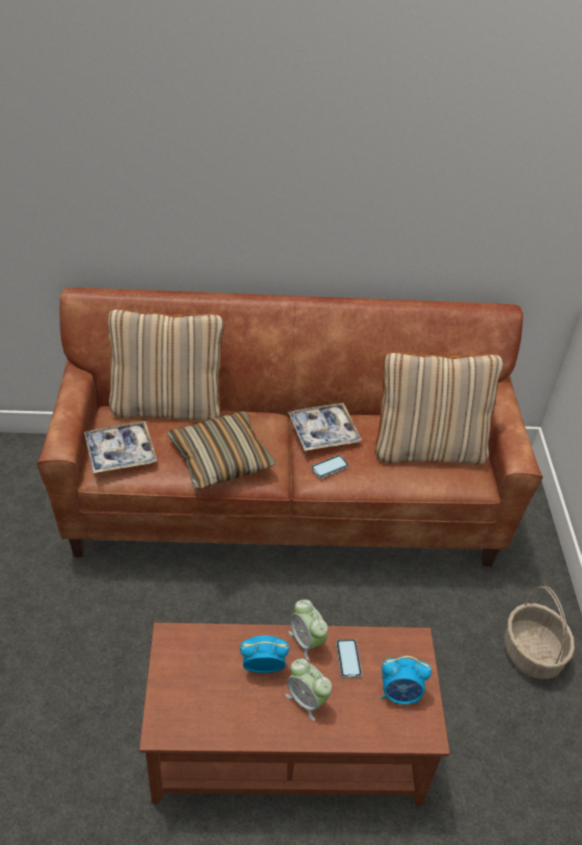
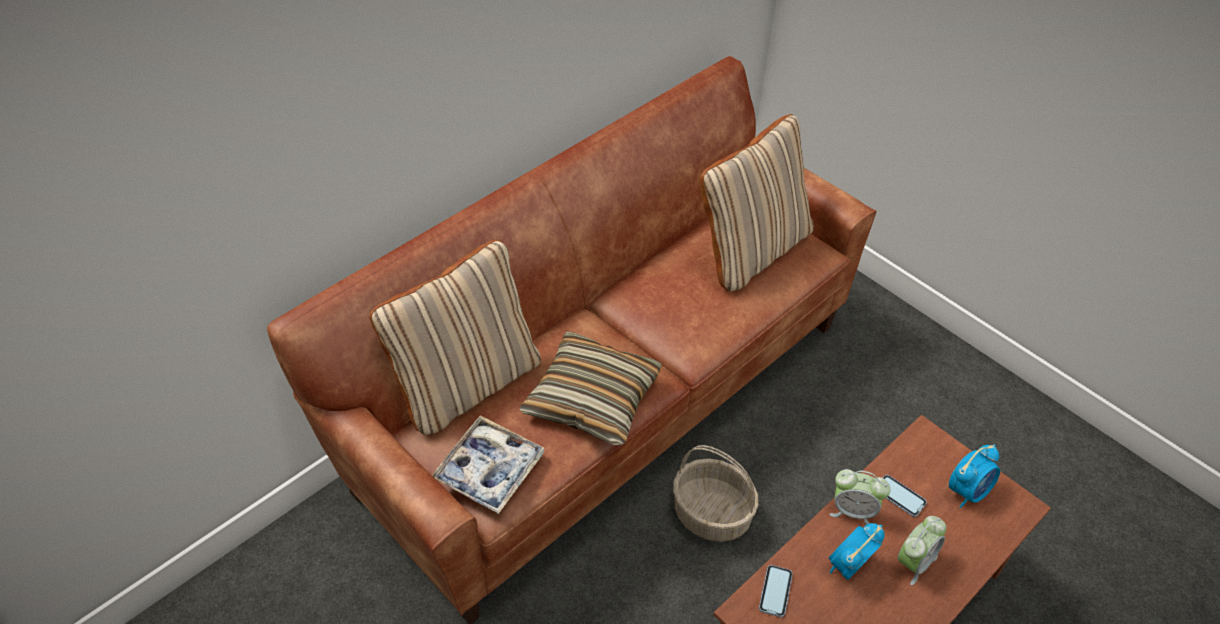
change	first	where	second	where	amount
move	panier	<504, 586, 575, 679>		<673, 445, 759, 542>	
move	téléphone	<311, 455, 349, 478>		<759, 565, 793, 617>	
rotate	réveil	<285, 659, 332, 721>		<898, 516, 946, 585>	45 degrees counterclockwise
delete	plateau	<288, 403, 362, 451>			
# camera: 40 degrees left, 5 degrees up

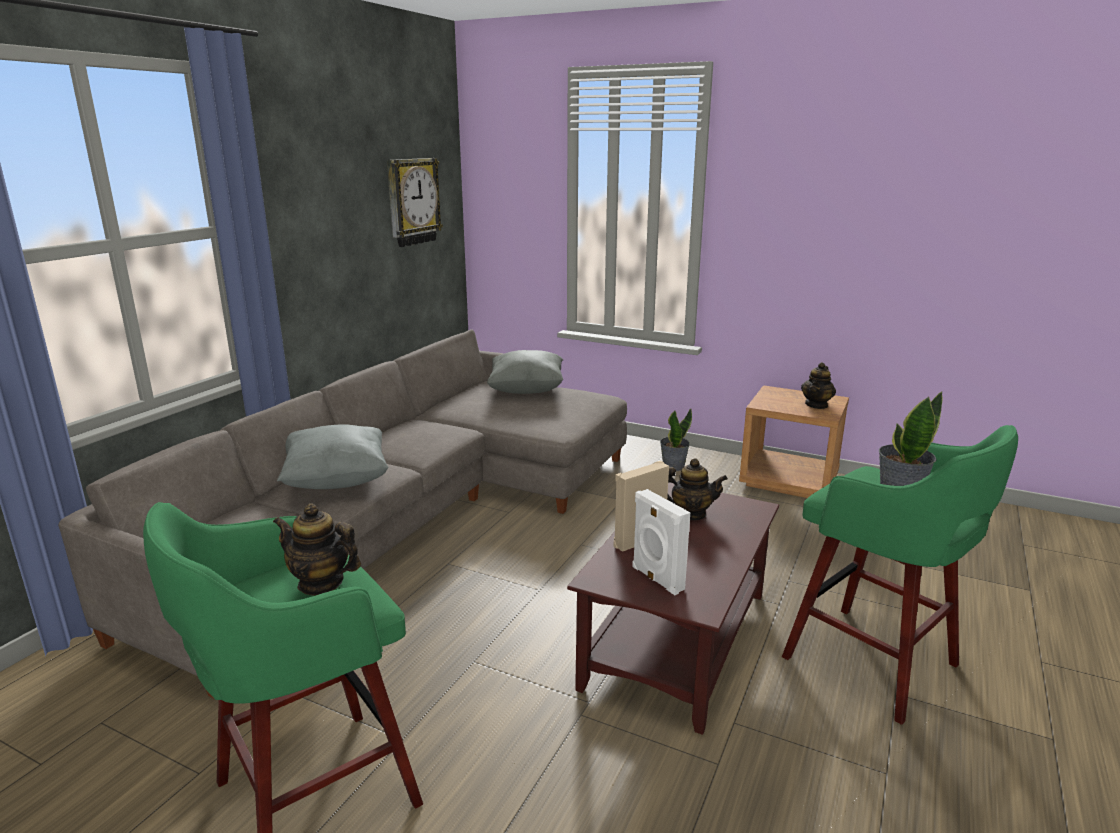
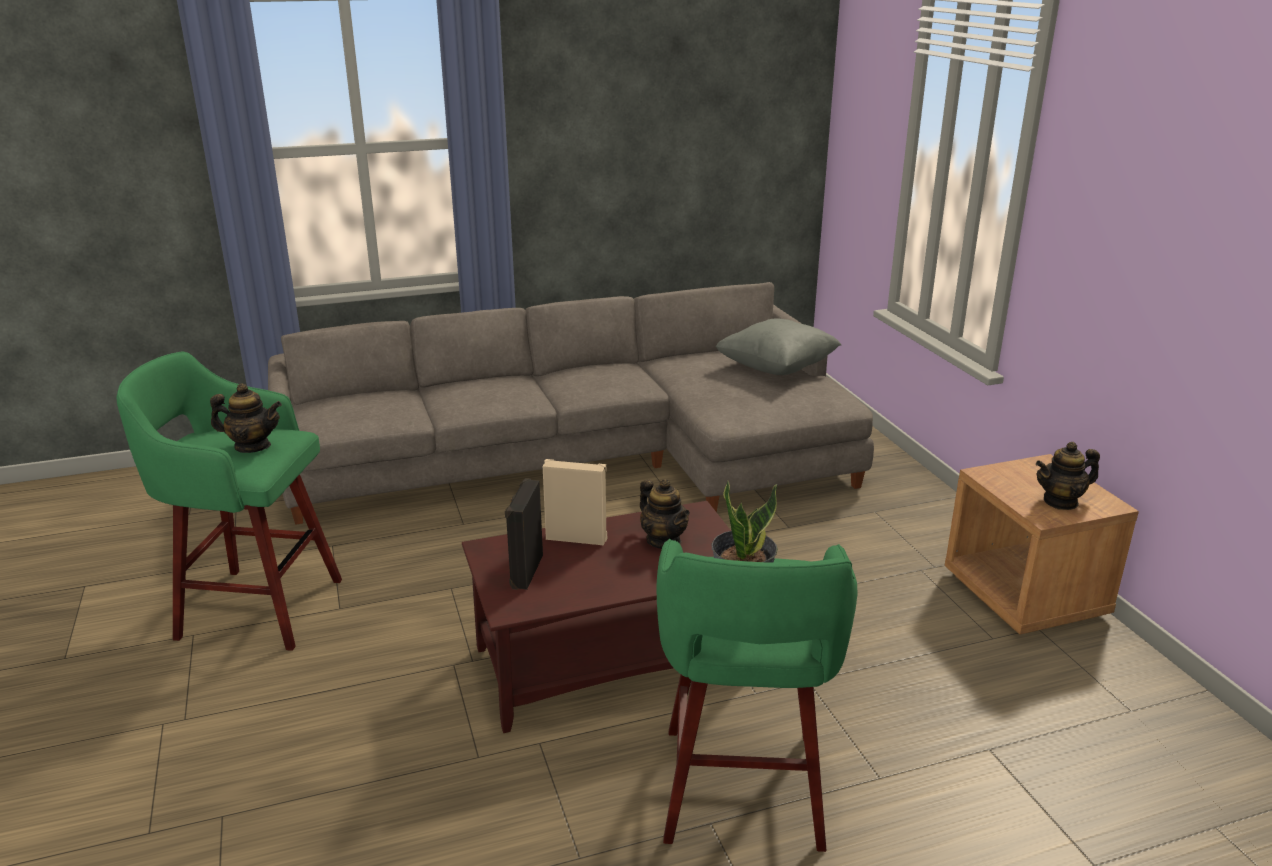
change	first	where	second	where	amount
rotate	théière	<273, 503, 361, 596>		<210, 383, 282, 453>	120 degrees clockwise
recolor	enceinte/blanc	<632, 489, 690, 595>	enceinte/noir	<505, 478, 543, 590>	
delete	coussin/gris	<277, 424, 389, 489>			
delete	horloge murale	<387, 158, 443, 247>			
delete	plante en pot	<660, 408, 692, 471>			
# camera: 45 degrees right, 5 degrees up

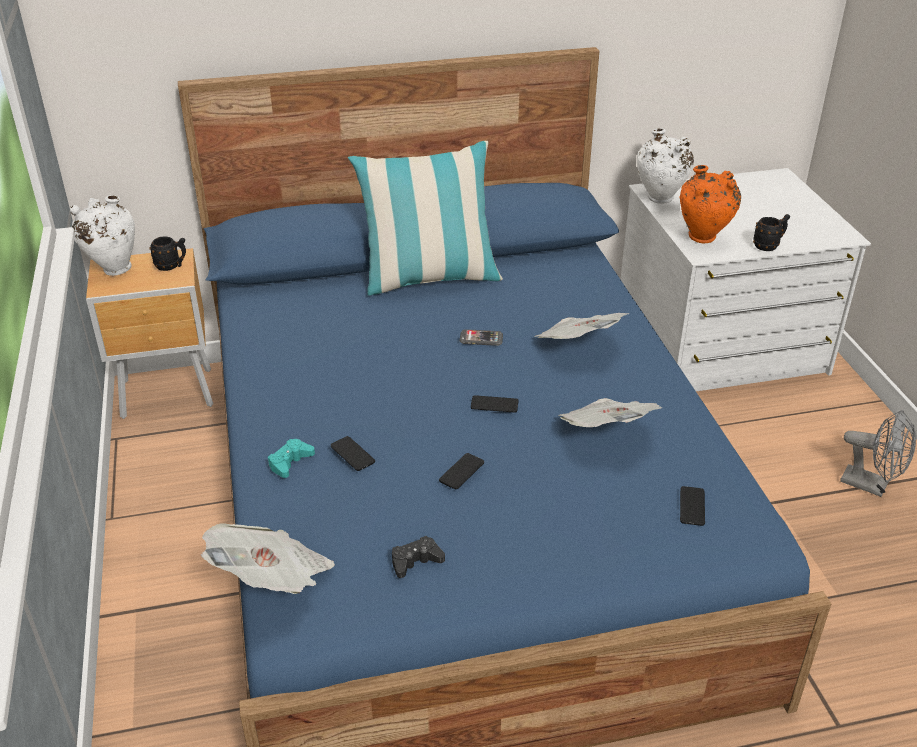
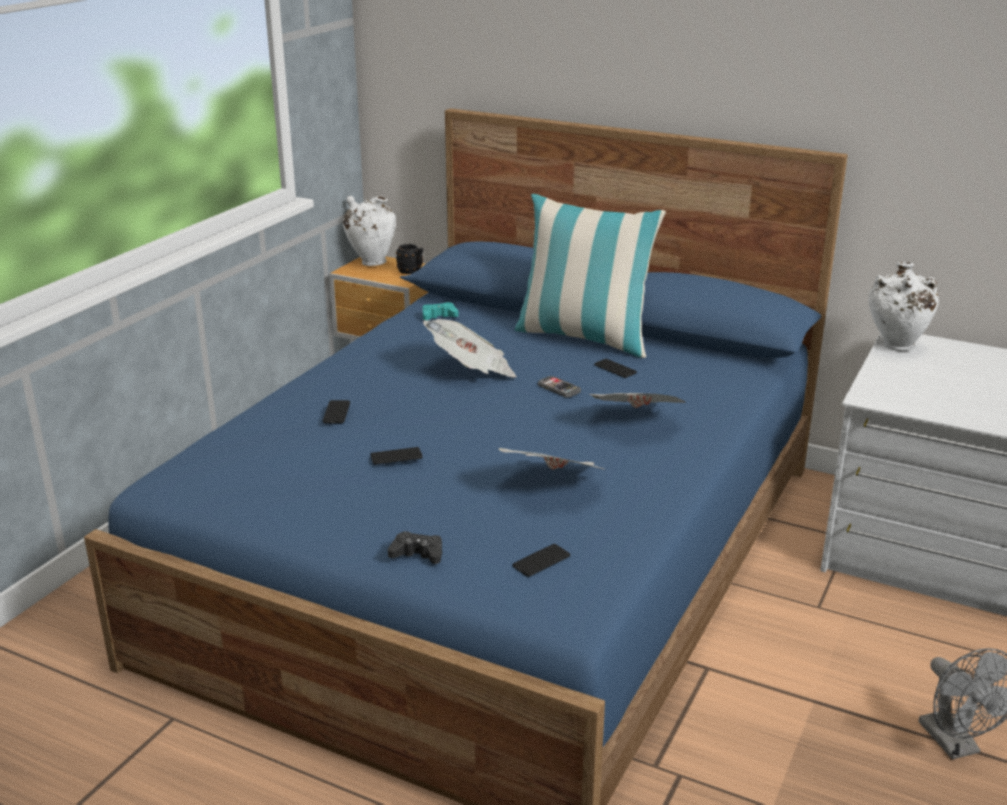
change	first	where	second	where	amount
move	manette/noir	<392, 536, 445, 578>		<388, 531, 442, 564>	
move	manette/turquoise	<268, 439, 315, 478>		<423, 302, 459, 320>	
move	journal	<201, 523, 335, 594>		<423, 319, 517, 377>	
move	téléphone	<471, 395, 518, 413>		<594, 359, 637, 378>	
delete	vase/orange	<679, 165, 741, 243>			
delete	mug/noir	<753, 214, 790, 251>			
# camera: 40 degrees right, 10 degrees down

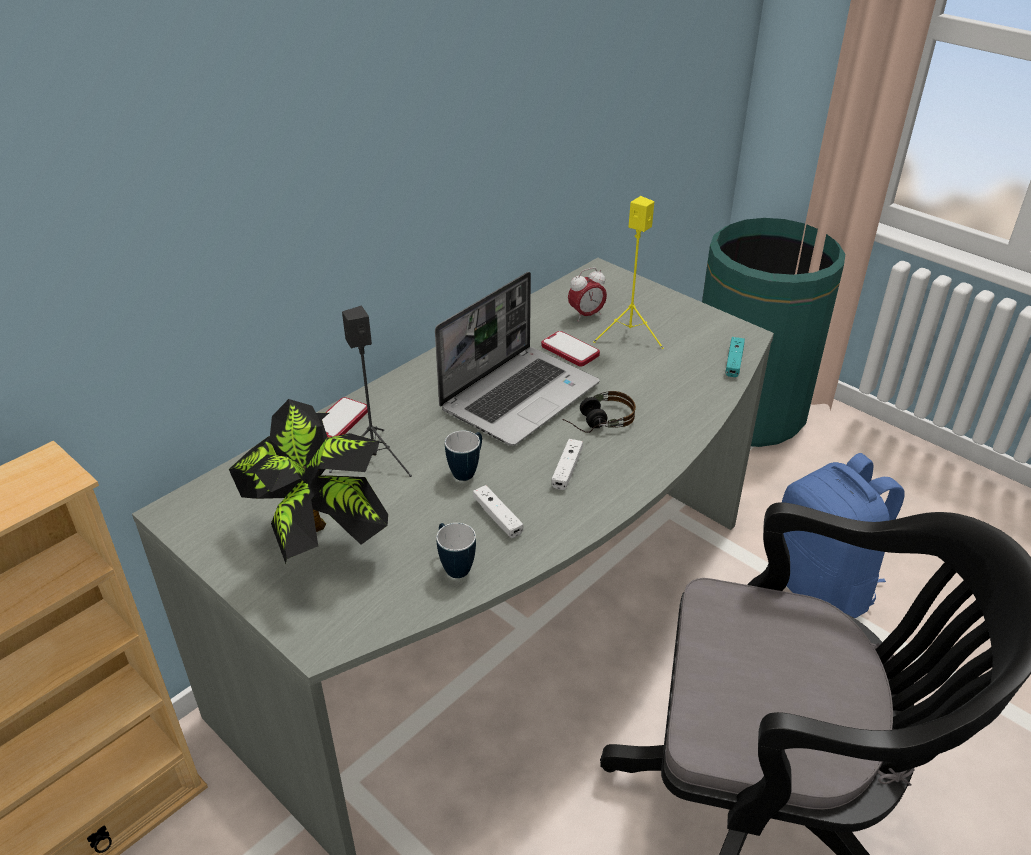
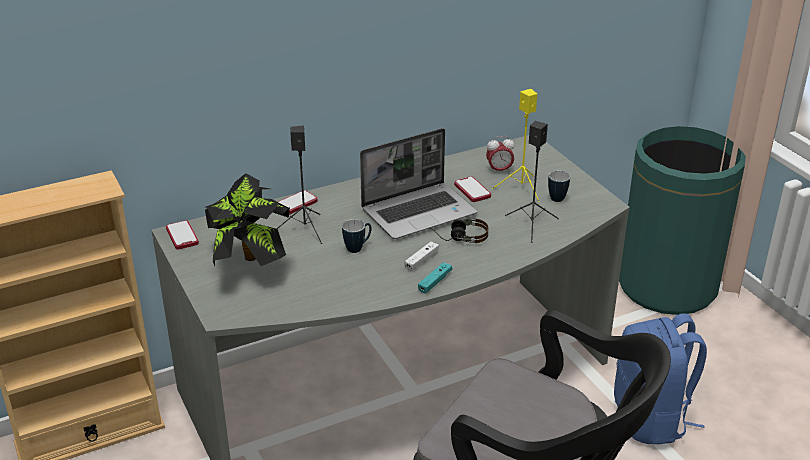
change	first	where	second	where	amount
insert			téléphone	<166, 220, 199, 249>	
move	manette/turquoise	<726, 337, 745, 377>		<418, 262, 452, 294>	
insert			enceinte/noir	<505, 121, 559, 243>	
move	mug	<436, 523, 476, 578>		<548, 171, 570, 202>	
delete	manette/blanc	<473, 485, 523, 538>			
# camera: 20 degrees right, 5 degrees down

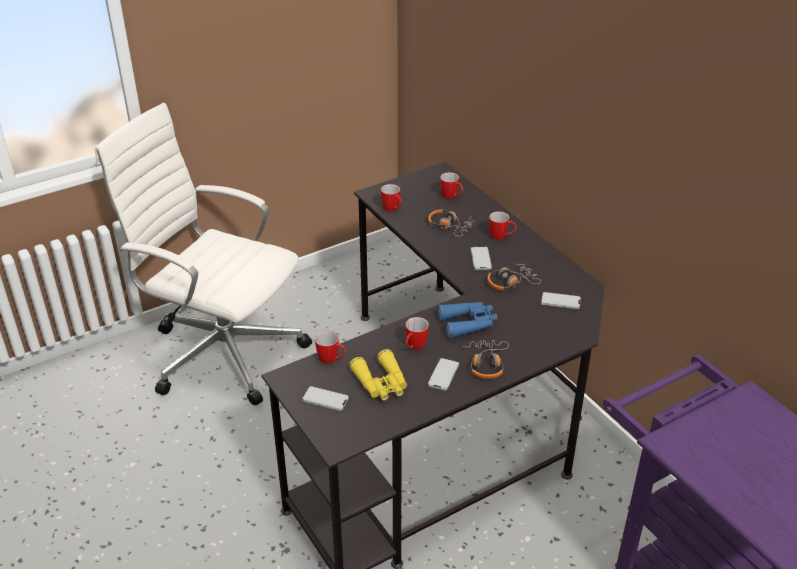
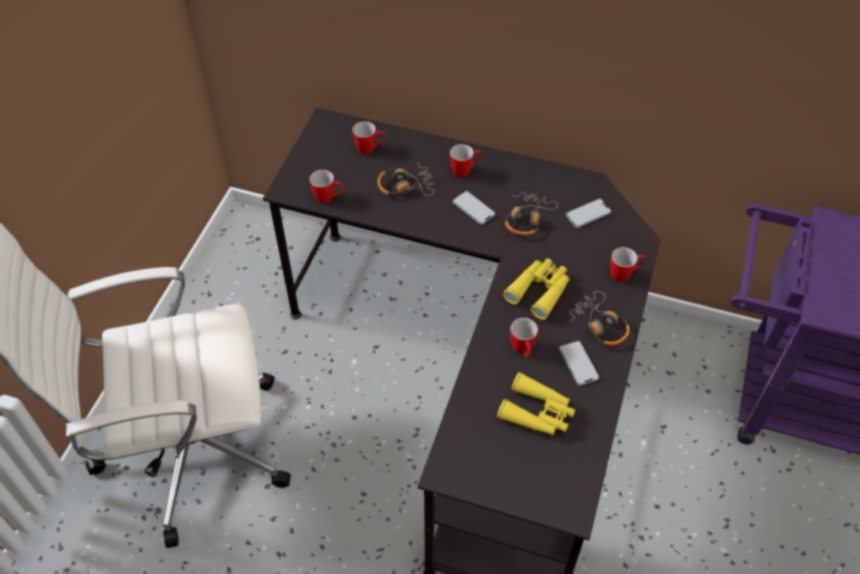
change	first	where	second	where	amount
recolor	jumelles/bleu	<437, 302, 498, 339>	jumelles/jaune	<503, 258, 570, 320>	
move	mug	<315, 331, 346, 364>		<610, 247, 646, 282>	
delete	téléphone	<302, 386, 349, 411>			
# camera: 40 degrees left, 15 degrees up

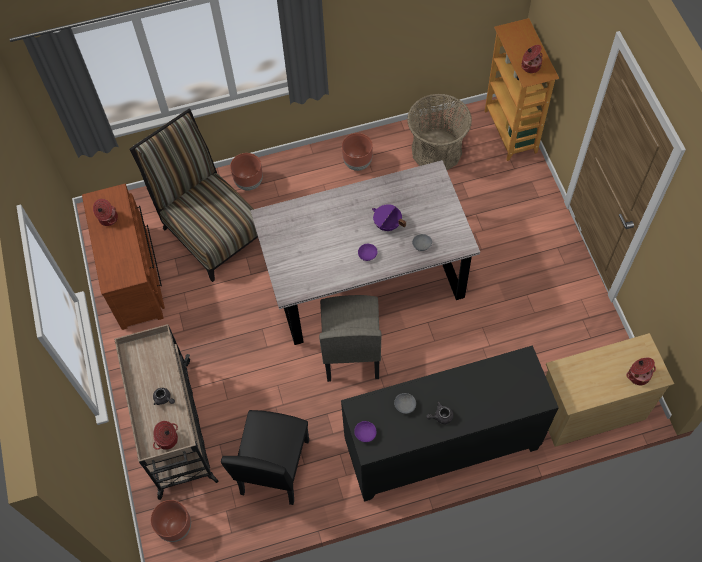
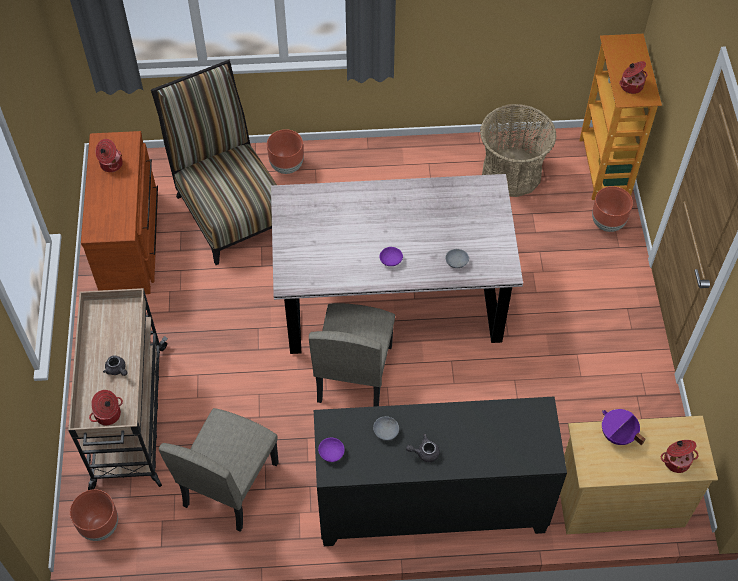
change	first	where	second	where	amount
recolor	chaise/noir	<221, 410, 309, 505>	chaise/beige	<159, 408, 279, 532>	
move	cache-pot/marron	<342, 133, 373, 171>		<592, 186, 633, 232>	
move	marmite/violet	<372, 204, 406, 231>		<602, 409, 645, 445>	
# camera: 10 degrees right, 5 degrees down

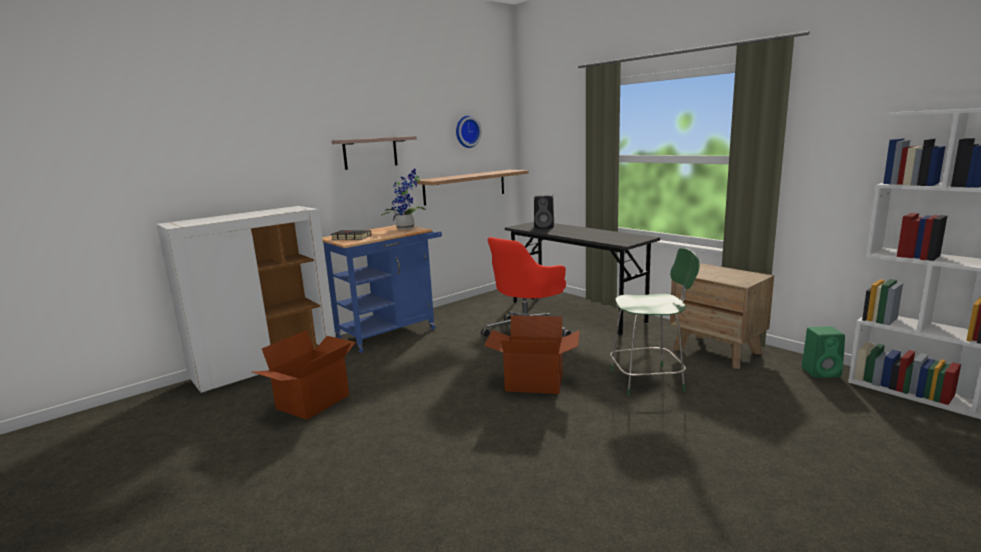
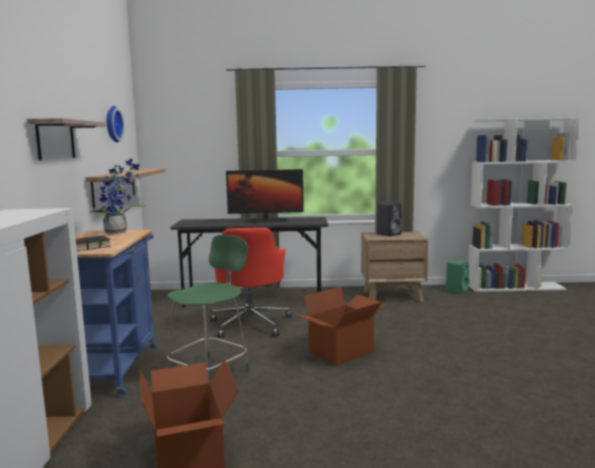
change	first	where	second	where	amount
move	chaise/vert	<610, 248, 700, 396>		<167, 235, 249, 381>	
insert			écran d'ordinateur	<226, 169, 304, 223>	
move	enceinte/noir	<534, 194, 554, 229>		<377, 202, 402, 236>	
# camera: 50 degrees left, 5 degrees down

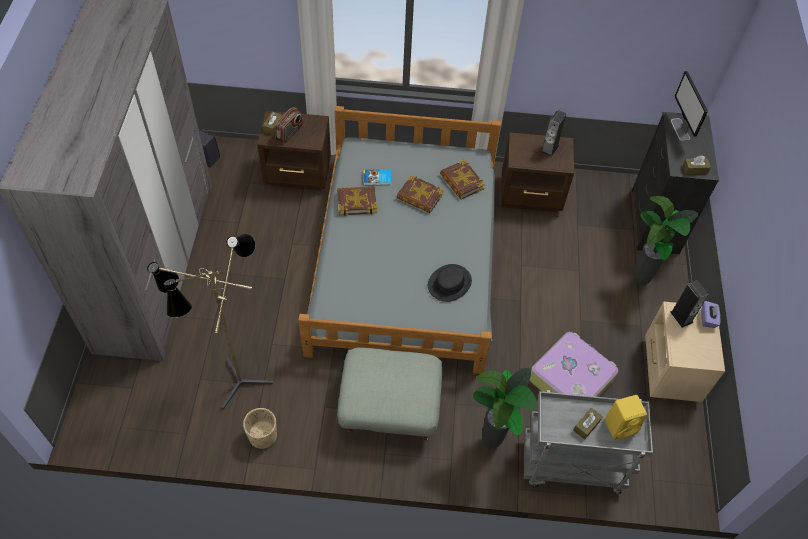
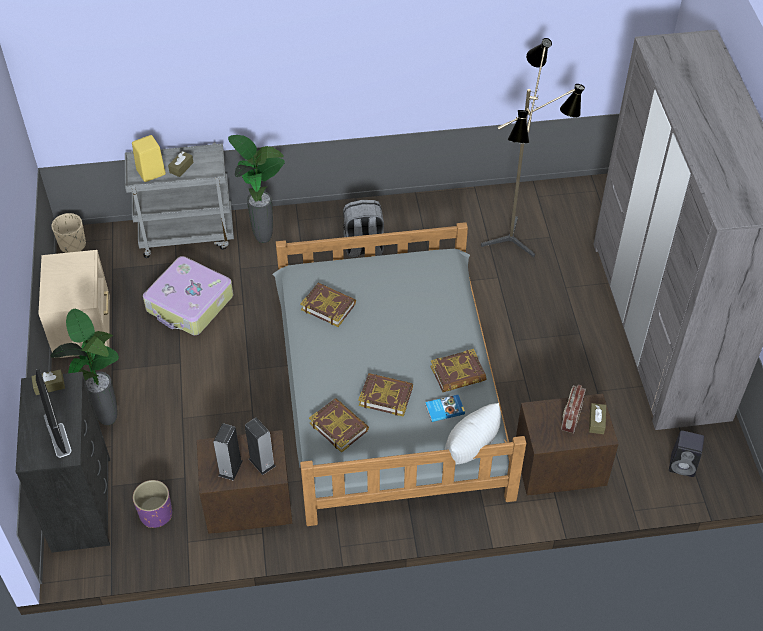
change	first	where	second	where	amount
move	cache-pot/beige	<243, 408, 277, 449>		<52, 213, 86, 253>	
insert			cache-pot/violet	<133, 480, 172, 528>	
move	enceinte	<670, 280, 709, 328>		<245, 418, 276, 475>	
replace	chapeau/noir	<428, 264, 472, 302>	livre	<300, 283, 356, 327>	
replace	pouf/gris	<337, 347, 442, 440>	sac à dos/gris	<343, 200, 384, 258>	
insert			coussin/blanc	<444, 403, 501, 465>	
delete	boîte à mouchoirs/violet	<701, 301, 720, 328>			
# camera: 170 degrees right, 5 degrees down

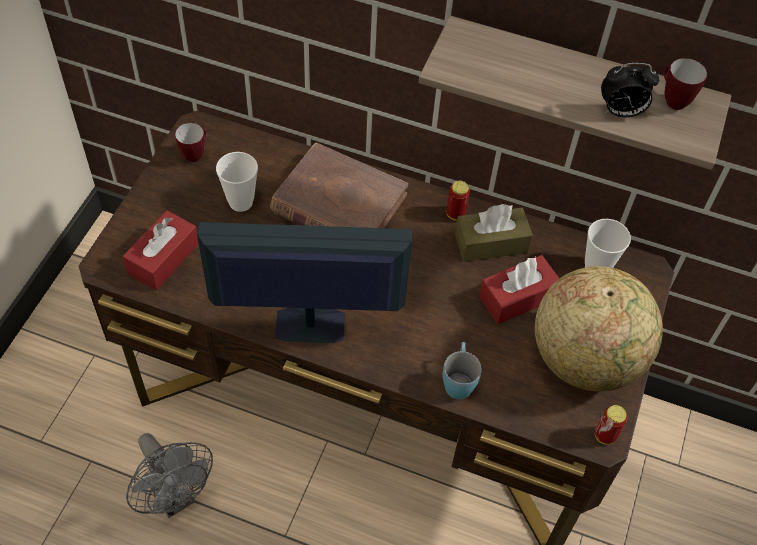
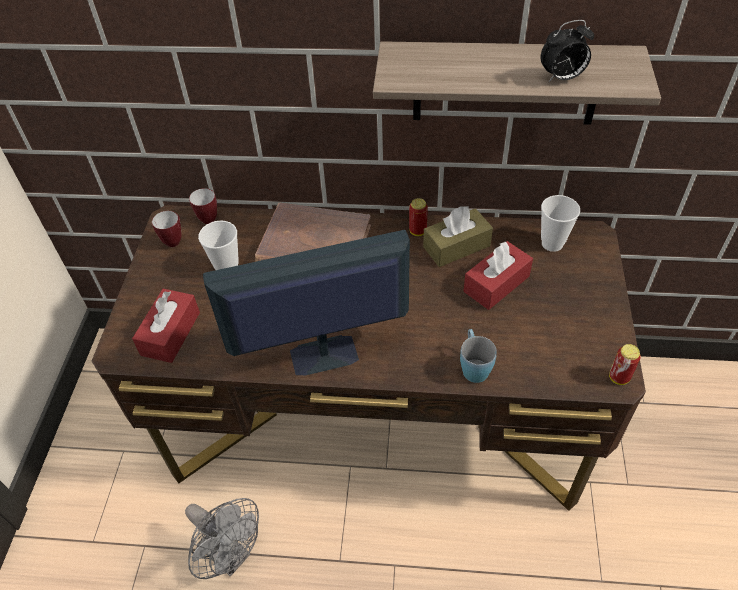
change	first	where	second	where	amount
move	mug	<664, 58, 707, 110>		<189, 188, 217, 224>	
delete	globe	<535, 266, 663, 392>			
# camera: 10 degrees left, 5 degrees down

